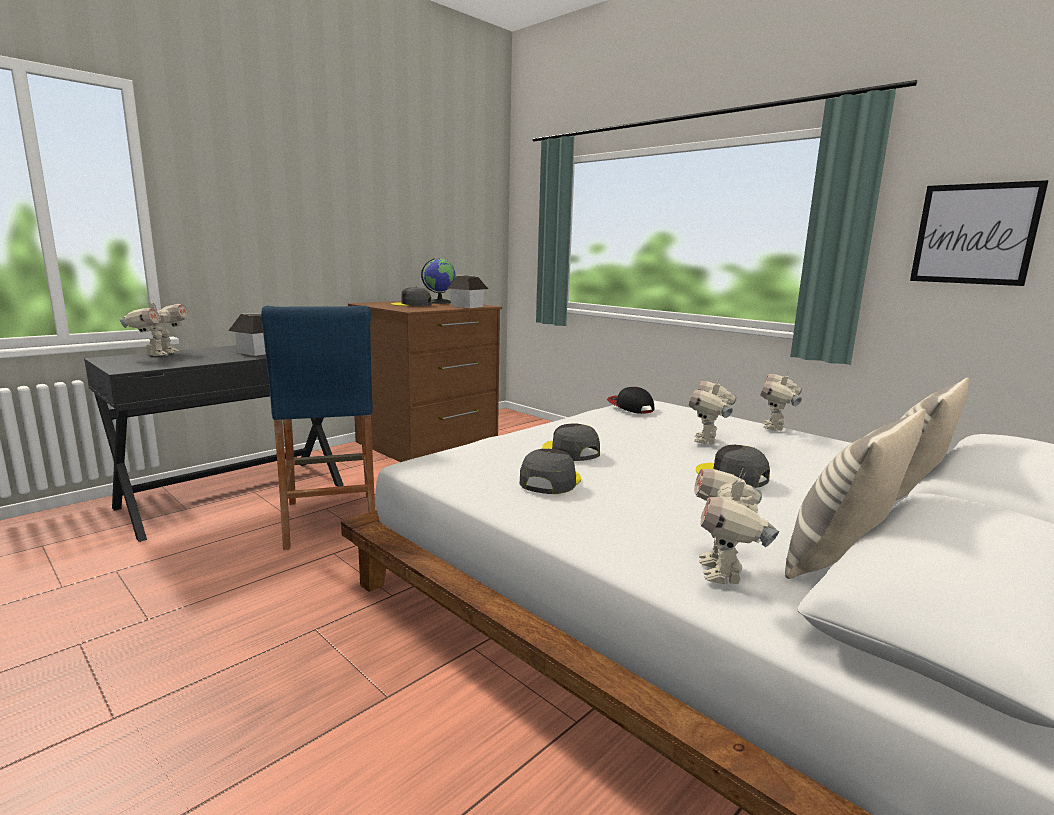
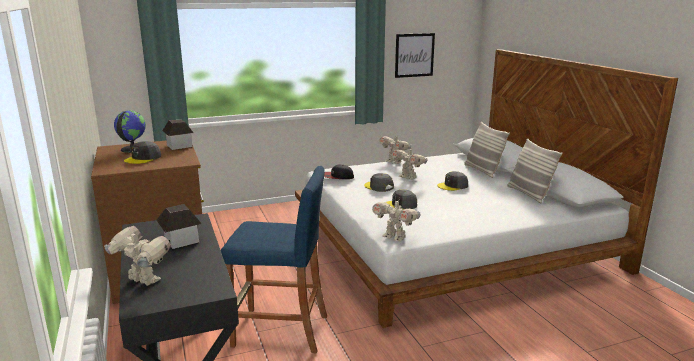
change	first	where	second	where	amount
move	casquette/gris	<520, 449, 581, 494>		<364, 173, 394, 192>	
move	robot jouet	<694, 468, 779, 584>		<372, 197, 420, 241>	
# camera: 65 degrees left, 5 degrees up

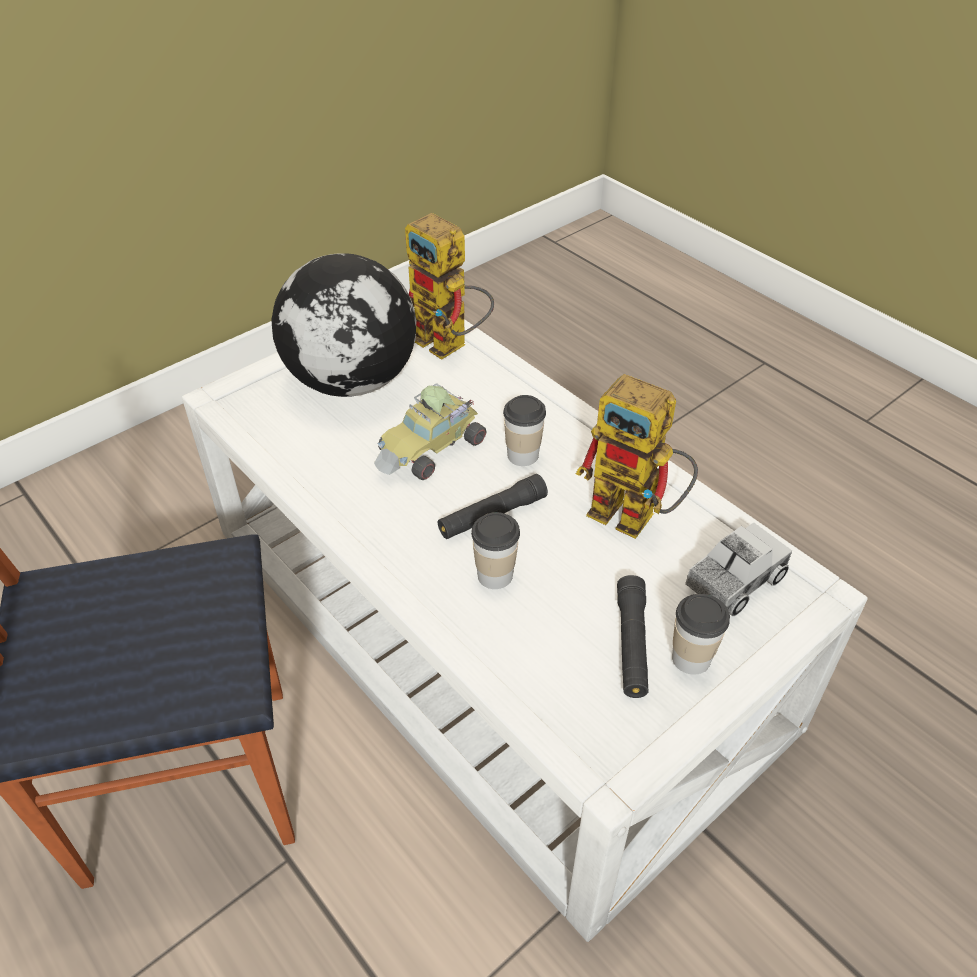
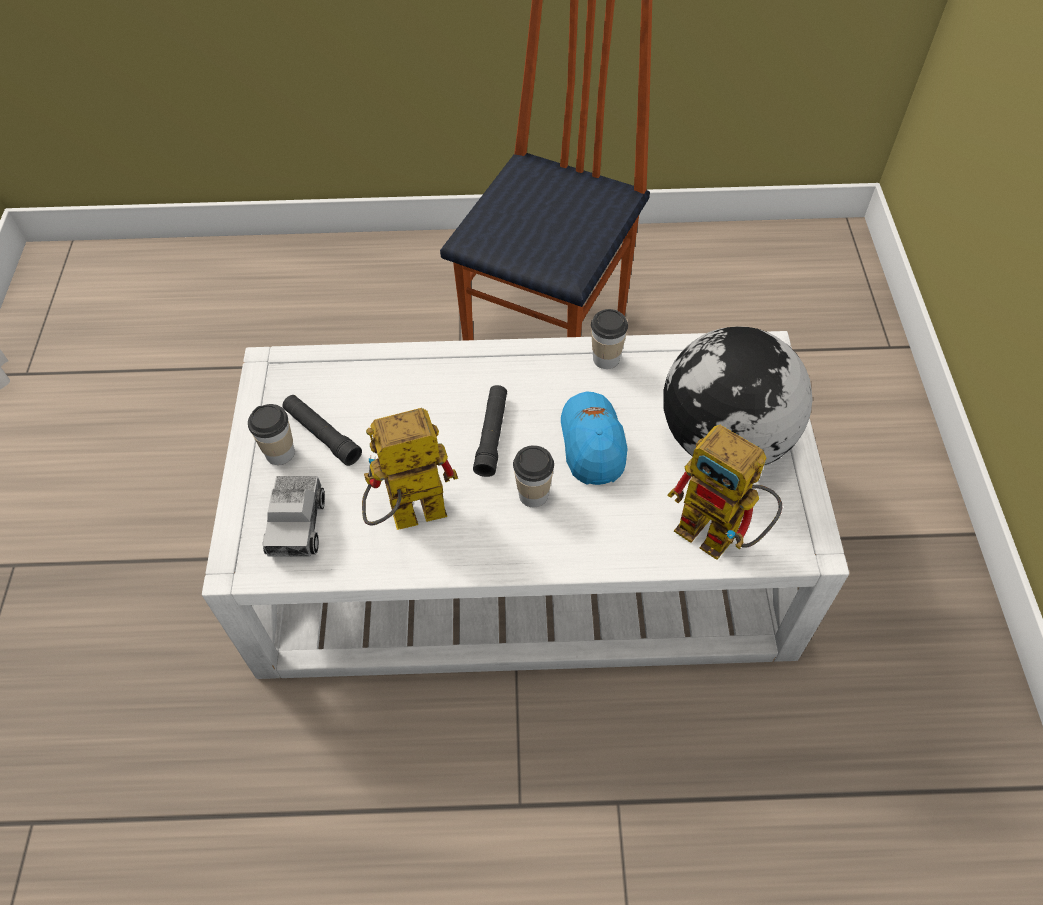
change	first	where	second	where	amount
replace	petite voiture	<374, 383, 487, 480>	casquette/bleu	<561, 391, 628, 485>	
move	tasse	<471, 512, 520, 589>		<591, 309, 628, 369>	
rotate	robot jouet	<405, 213, 494, 360>		<667, 425, 782, 560>	135 degrees counterclockwise
# camera: 130 degrees right, 10 degrees up

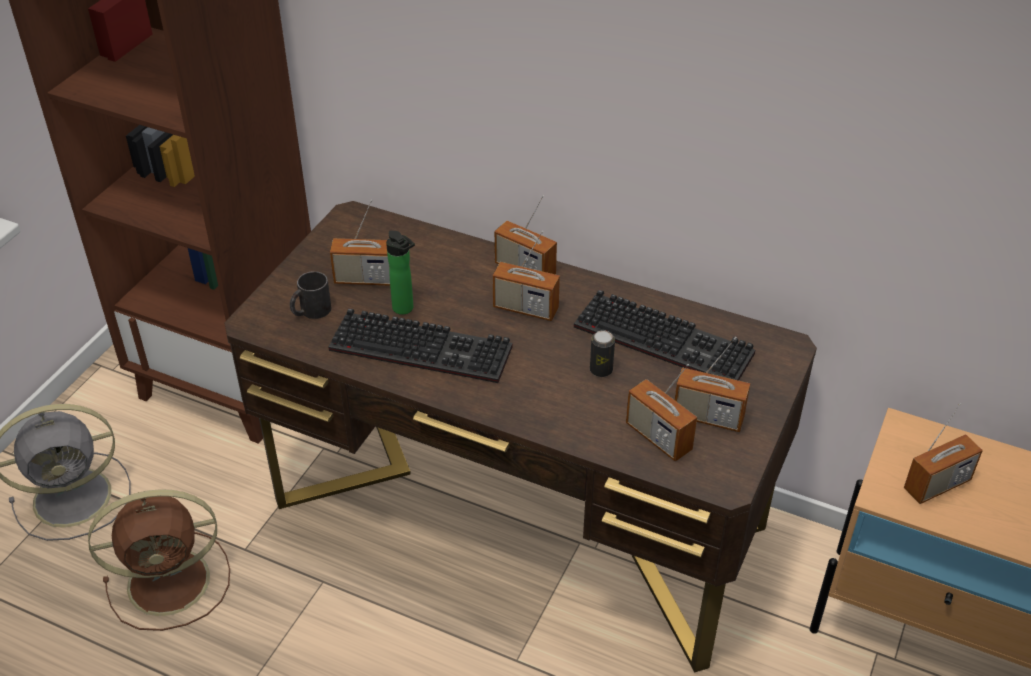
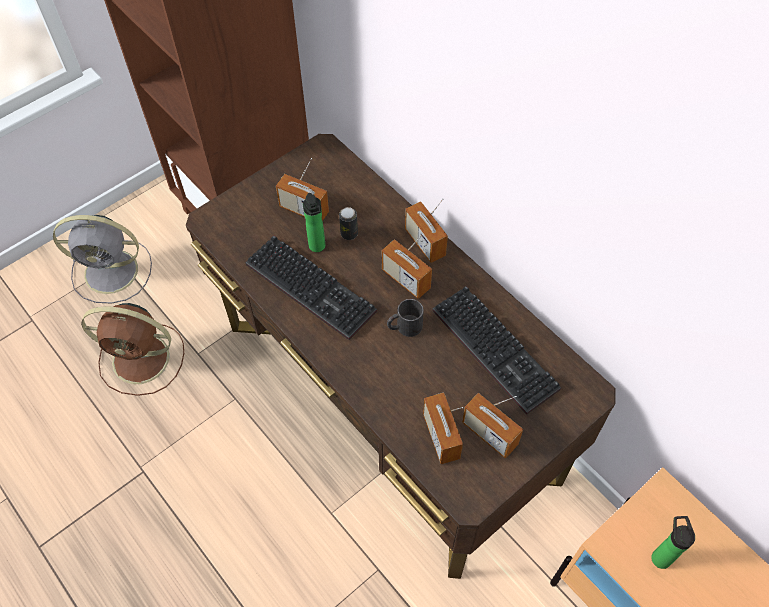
change	first	where	second	where	amount
move	boîte métallique	<590, 330, 615, 377>		<339, 207, 358, 240>	
move	mug/noir	<290, 271, 331, 319>		<387, 299, 424, 337>	
replace	radio	<904, 403, 983, 504>	bouteille	<651, 516, 695, 569>	
# camera: 25 degrees right, 15 degrees up

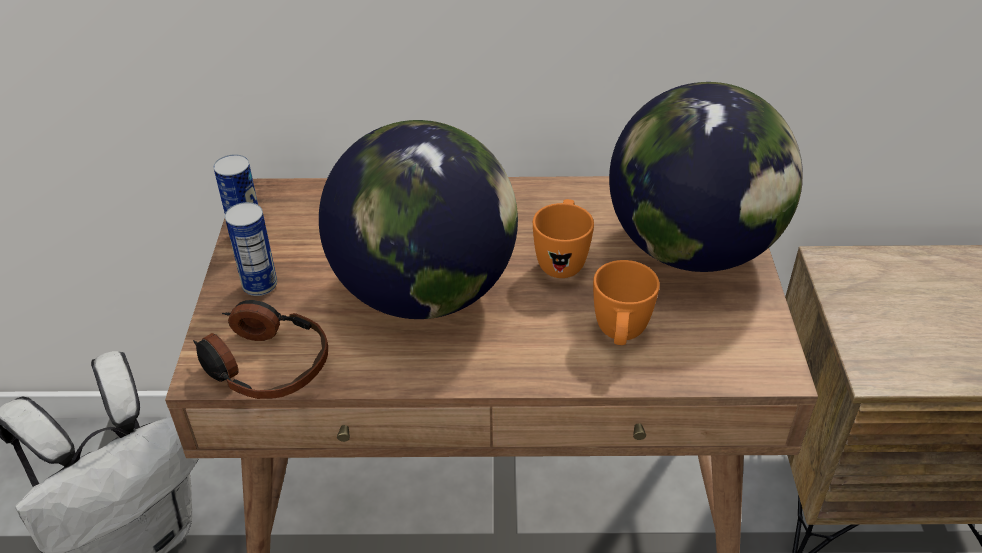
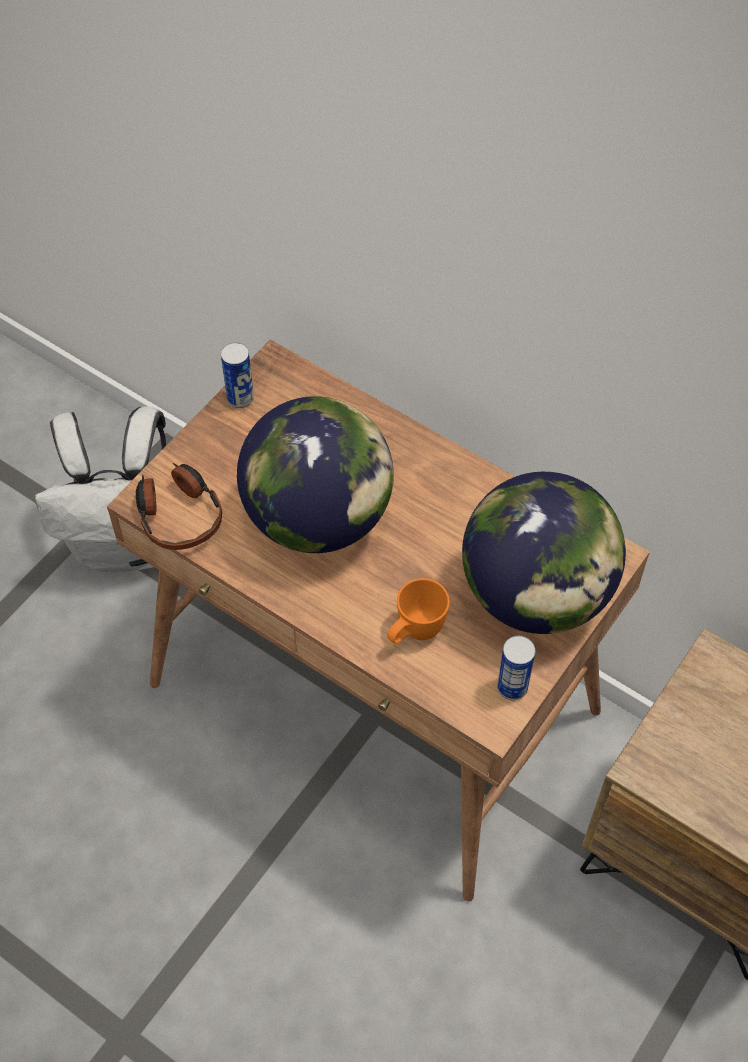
change	first	where	second	where	amount
move	boîte métallique	<225, 202, 277, 296>		<497, 636, 535, 700>	
delete	mug/orange	<533, 199, 594, 278>			
# camera: 35 degrees right, 15 degrees up

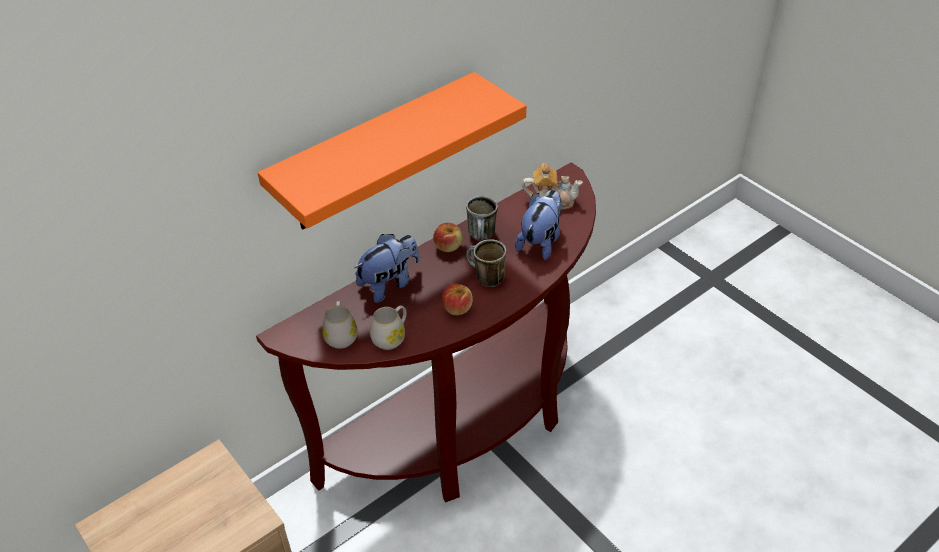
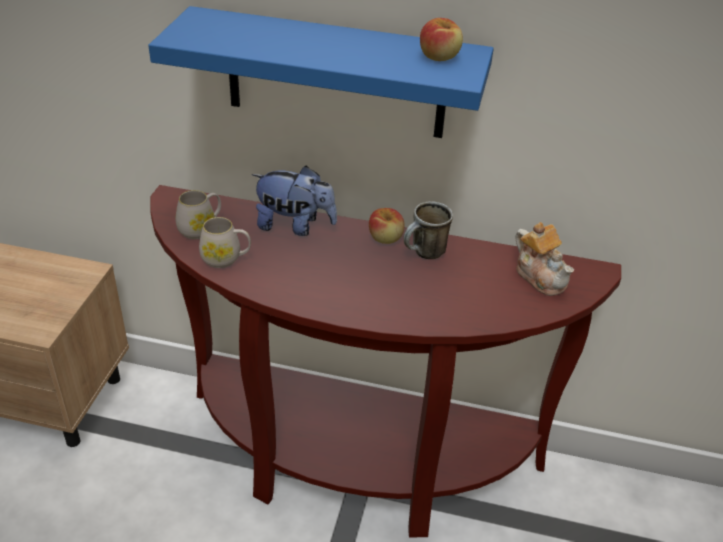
change	first	where	second	where	amount
recolor	étagère/orange	<258, 72, 526, 229>	étagère/bleu	<148, 6, 494, 138>	
move	pomme	<442, 284, 473, 315>		<420, 18, 463, 61>	
delete	mug	<466, 239, 506, 287>			
delete	peluche	<515, 190, 562, 260>			
# camera: 50 degrees right, 5 degrees down

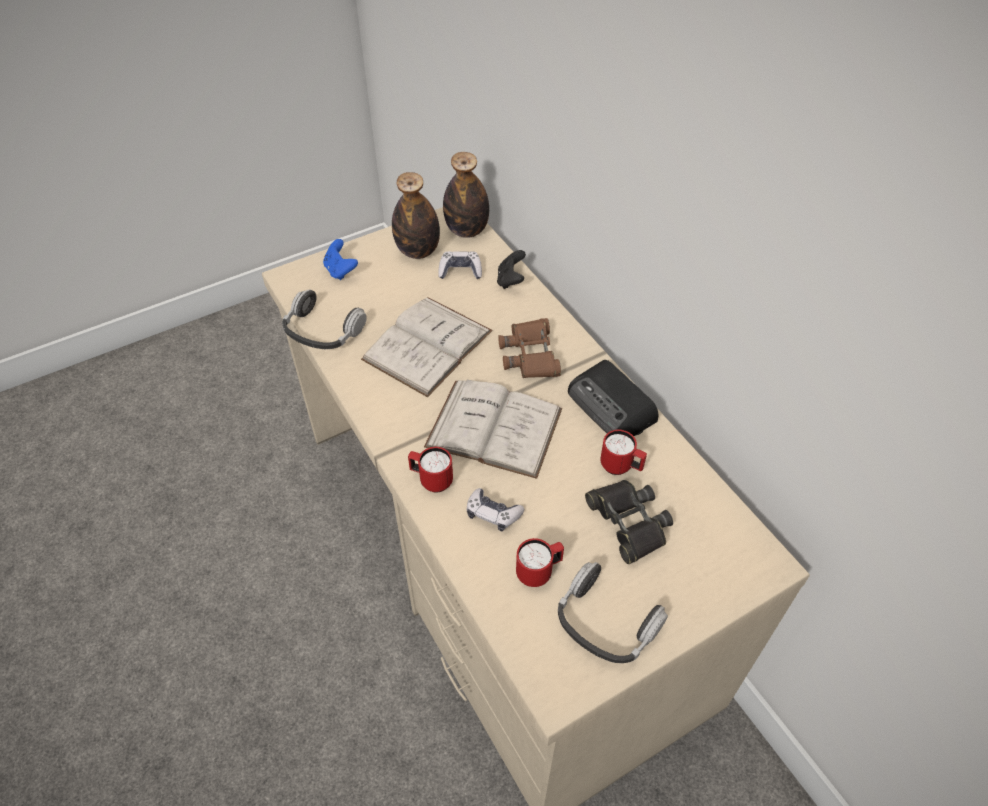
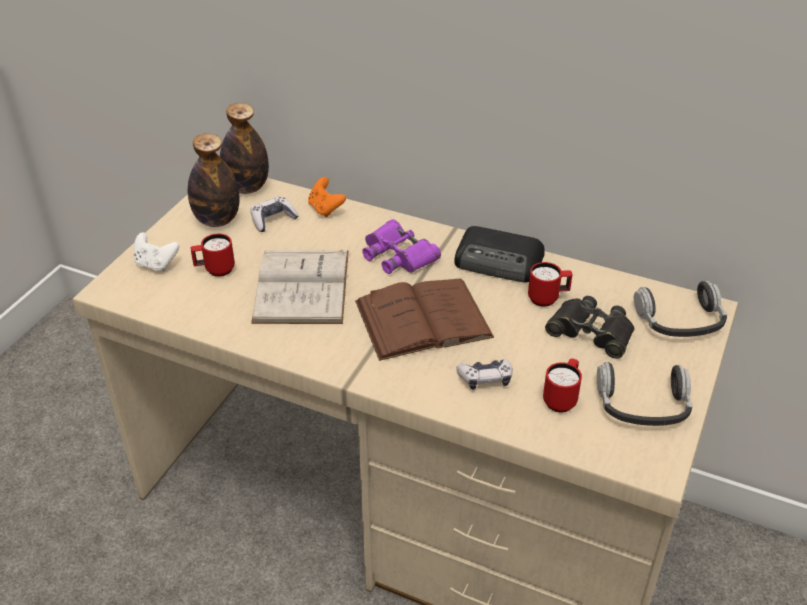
change	first	where	second	where	amount
recolor	manette/bleu	<323, 239, 358, 280>	manette/blanc	<134, 232, 179, 272>	
move	mug/rouge	<408, 447, 453, 493>		<191, 234, 235, 277>	
recolor	manette/noir	<497, 250, 526, 289>	manette/orange	<308, 177, 346, 217>	
recolor	livre/blanc	<424, 380, 562, 479>	livre/marron	<355, 279, 494, 361>	
recolor	jumelles/marron	<498, 318, 561, 378>	jumelles/violet	<362, 219, 441, 274>	
move	casque audio	<282, 290, 367, 349>		<634, 281, 727, 337>	
# camera: 35 degrees left, 10 degrees down

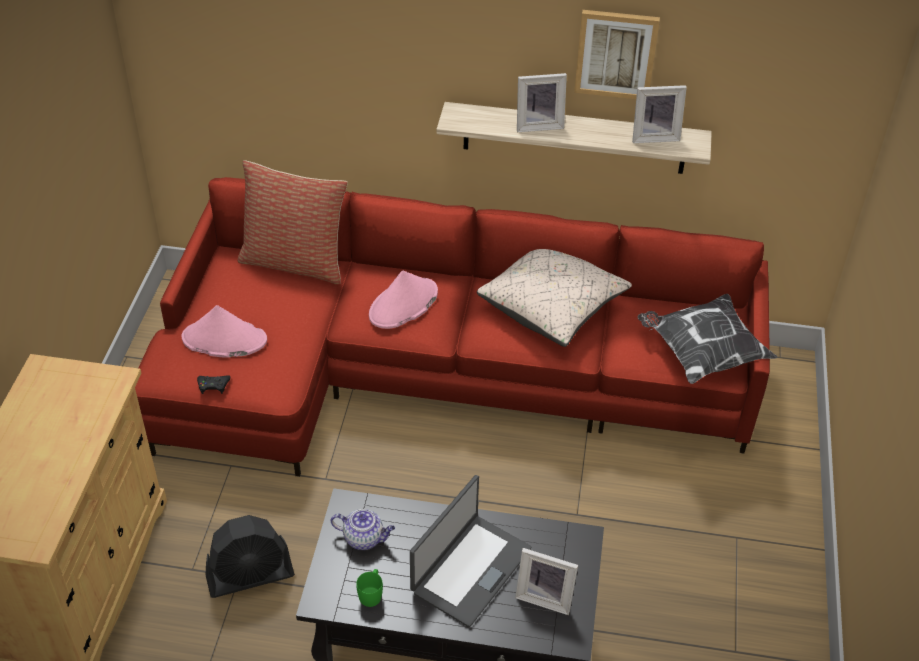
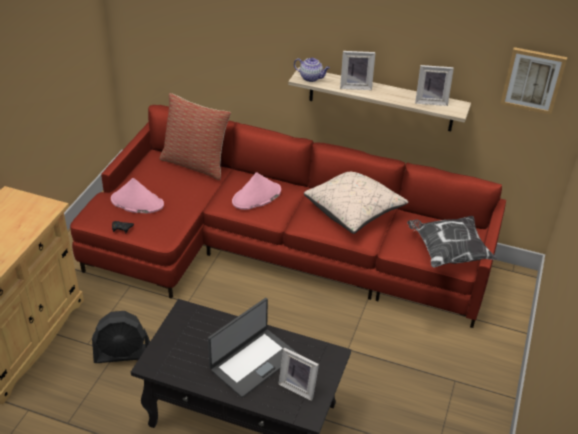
change	first	where	second	where	amount
move	théière	<331, 509, 395, 550>		<294, 58, 330, 82>	
move	tableau	<574, 10, 660, 99>		<500, 47, 567, 115>	
delete	mug/vert	<356, 569, 383, 607>			
# camera: 10 degrees right, 5 degrees down

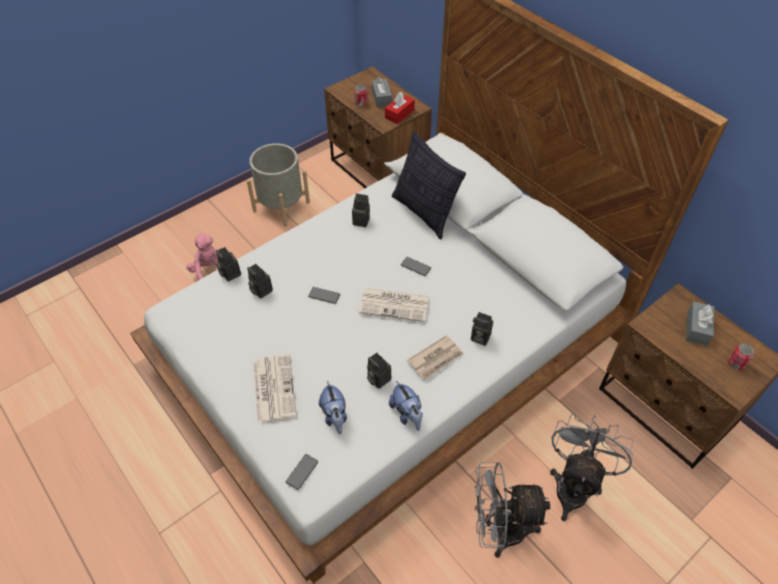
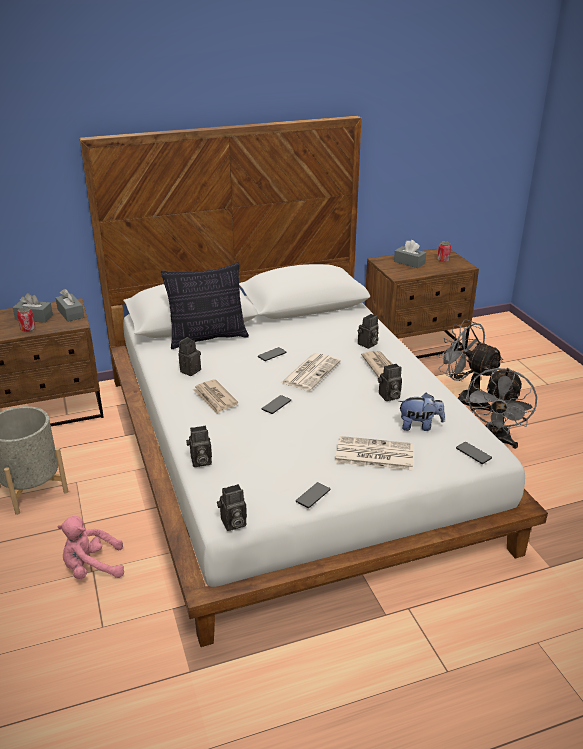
change	first	where	second	where	amount
recolor	boîte à mouchoirs/rouge	<385, 92, 415, 124>	boîte à mouchoirs/gris	<55, 289, 84, 322>	
insert			journal	<193, 379, 238, 414>	
move	appareil photo	<247, 264, 273, 299>		<217, 484, 247, 531>	
insert			téléphone	<296, 482, 330, 508>	
delete	peluche	<389, 380, 423, 431>			
# camera: 70 degrees left, 20 degrees down

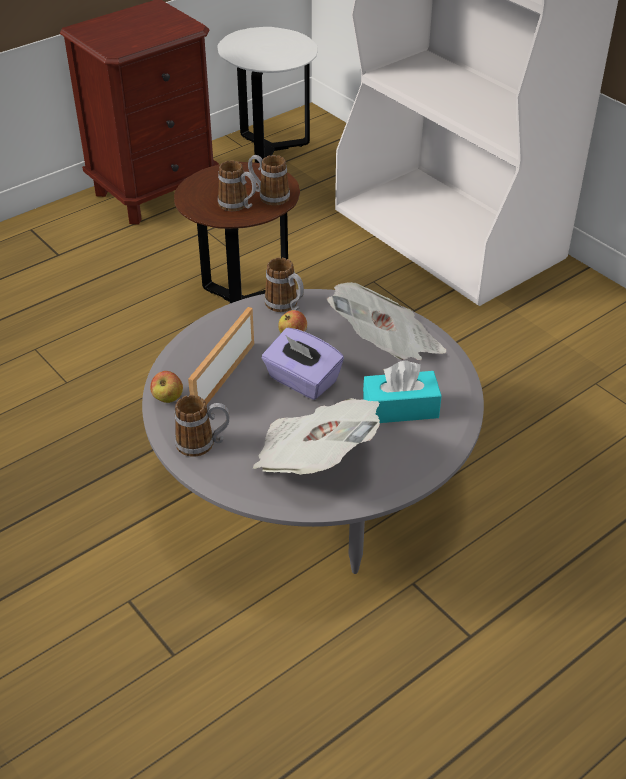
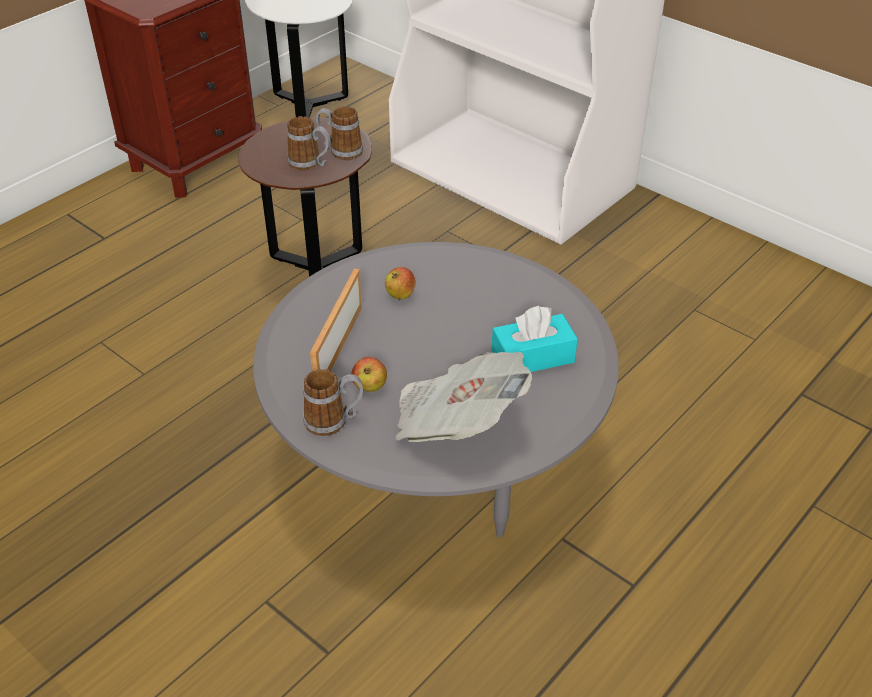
change	first	where	second	where	amount
move	pomme	<150, 371, 183, 403>		<352, 357, 387, 392>	
delete	boîte à mouchoirs/violet	<262, 328, 344, 400>			
delete	mug	<264, 258, 304, 312>			
delete	journal	<327, 282, 446, 360>			
# camera: 10 degrees left, 0 degrees up

